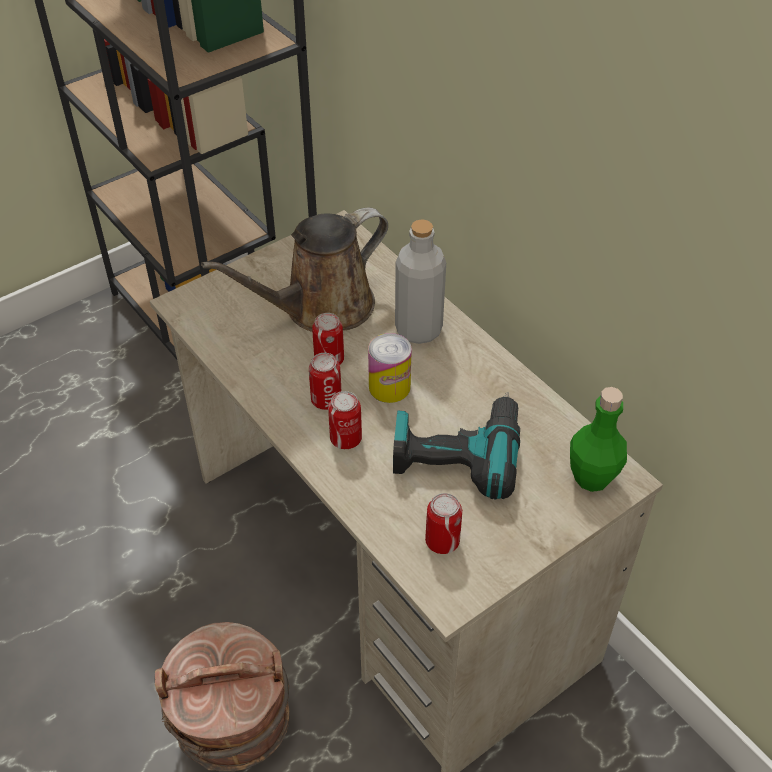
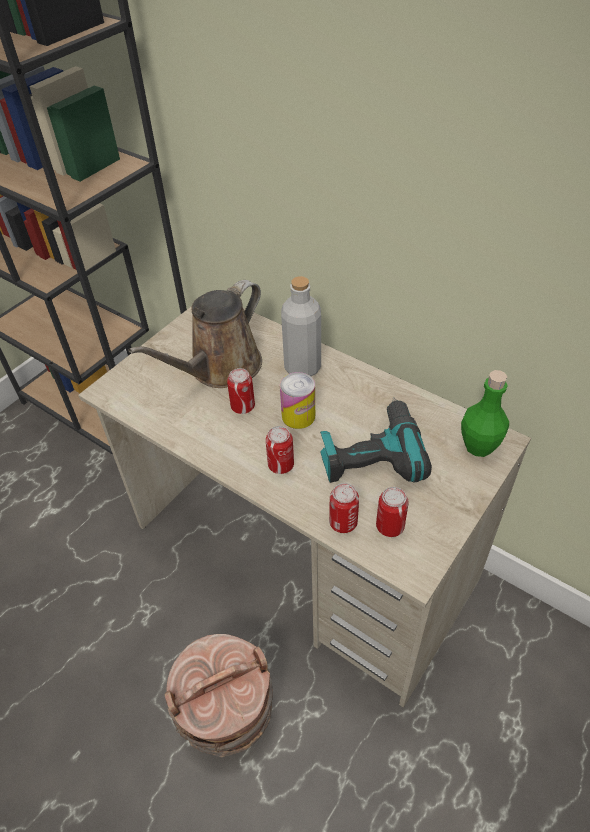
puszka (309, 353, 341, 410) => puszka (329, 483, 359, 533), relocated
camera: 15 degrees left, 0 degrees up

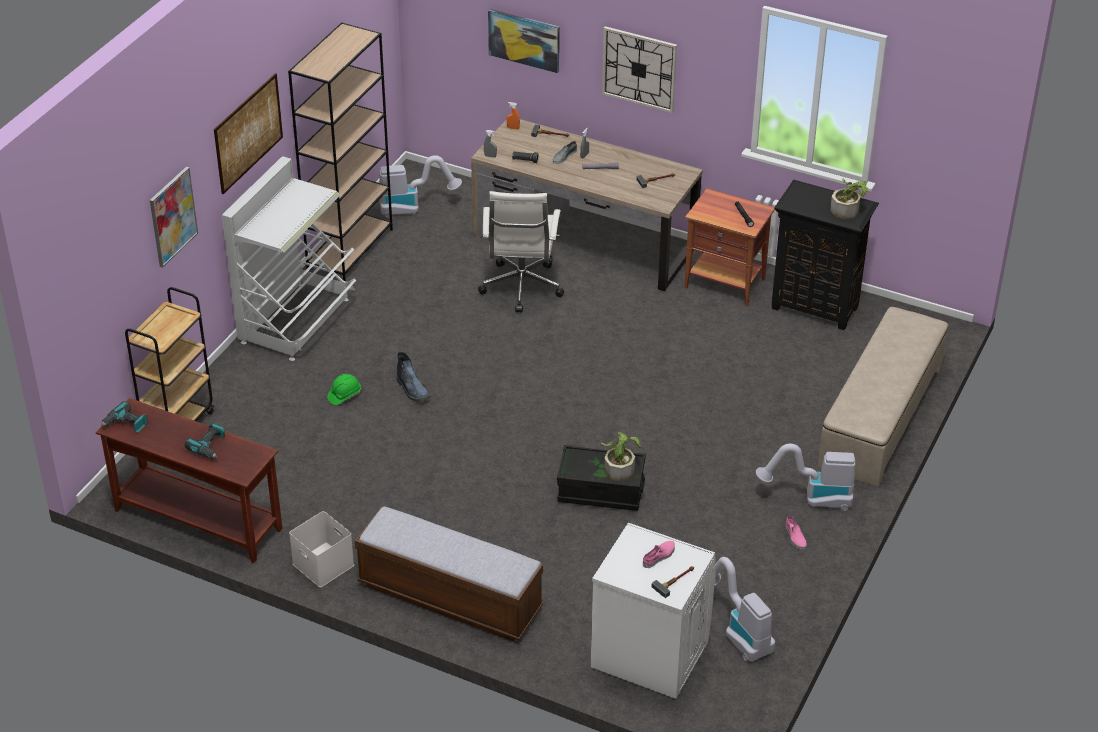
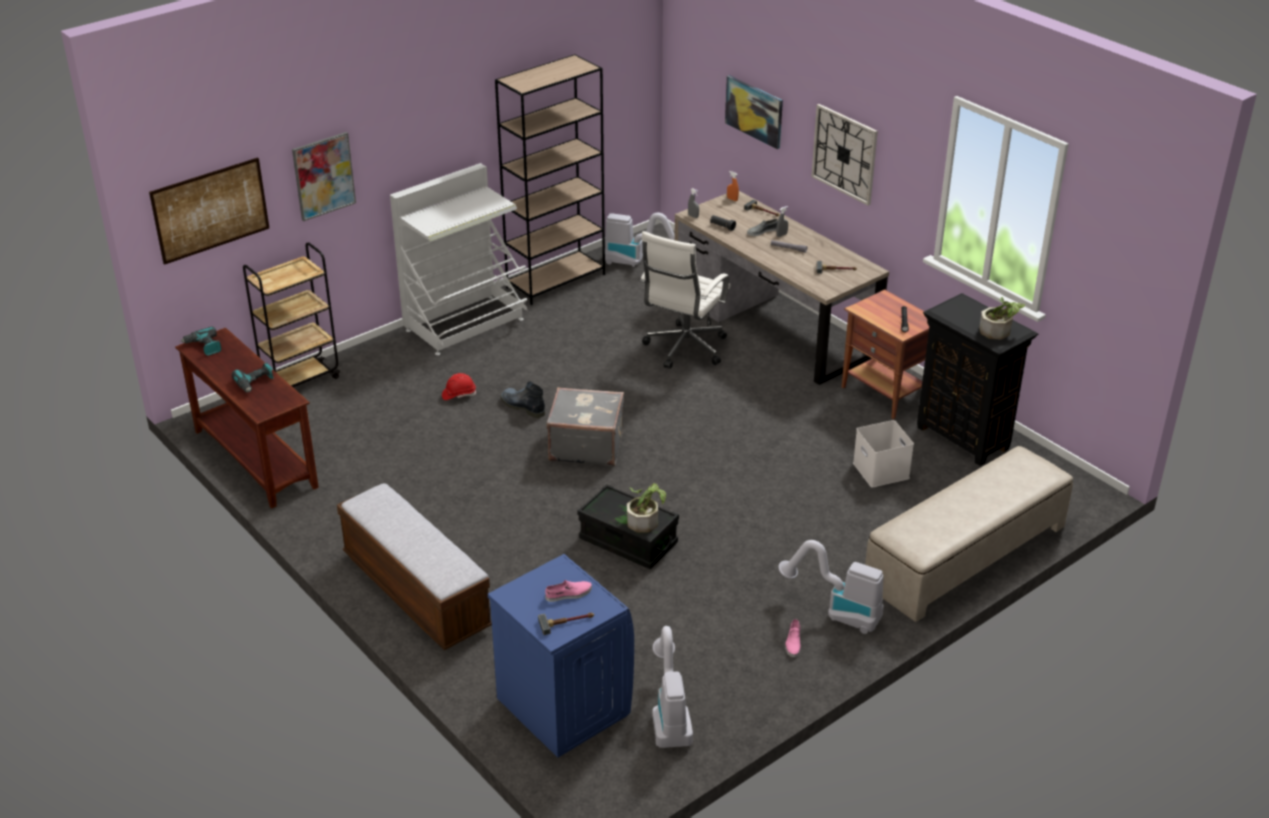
obraz (214, 73, 283, 194) => obraz (149, 157, 269, 265), relocated
pojemnik do przechowywania/biały (289, 511, 354, 587) => pojemnik do przechowywania/biały (853, 420, 914, 487), relocated
kask/zielony (327, 374, 361, 405) => kask/czerwony (442, 373, 476, 400)
but z cholewką (396, 352, 431, 402) => but z cholewką (500, 381, 545, 418), 135 degrees clockwise
pralka/biały (591, 523, 716, 699) => pralka/niebieski (488, 554, 634, 758)
nothing => walizka/szary (547, 387, 624, 466)
camera: 25 degrees right, 5 degrees down

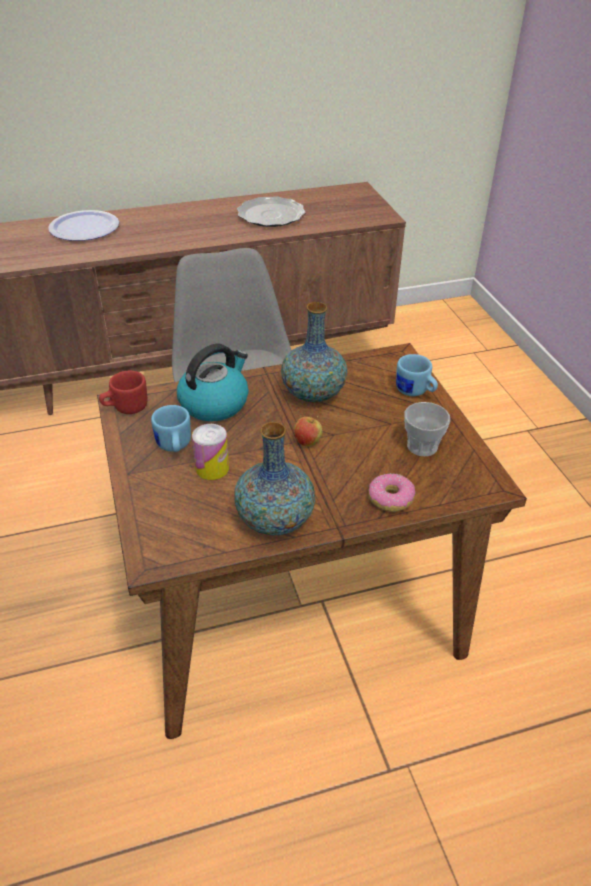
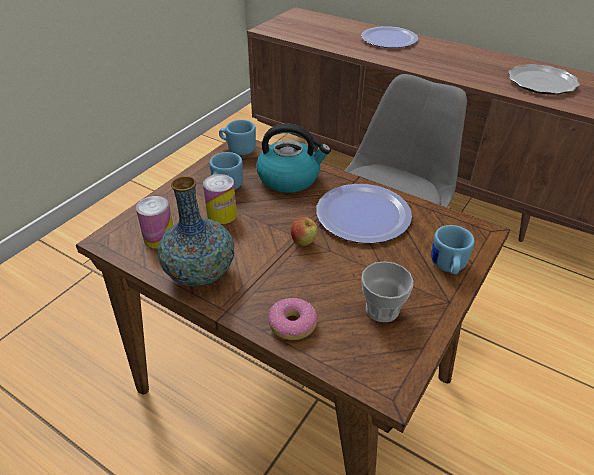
kubek/czerwony (99, 371, 148, 414) => kubek/niebieski (219, 120, 256, 156)
wazon (281, 302, 347, 402) => talerz (316, 184, 412, 243)
nothing => puszka (136, 196, 173, 249)
camera: 50 degrees right, 0 degrees up

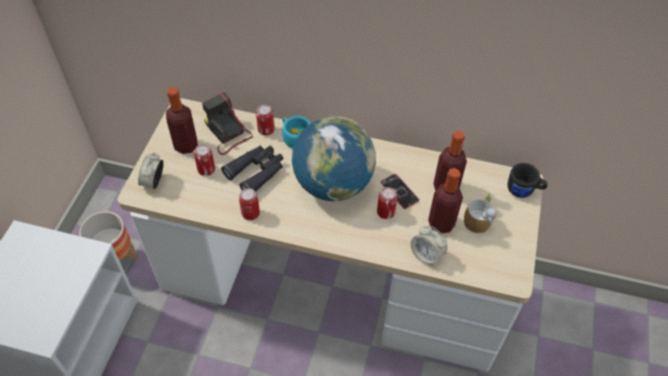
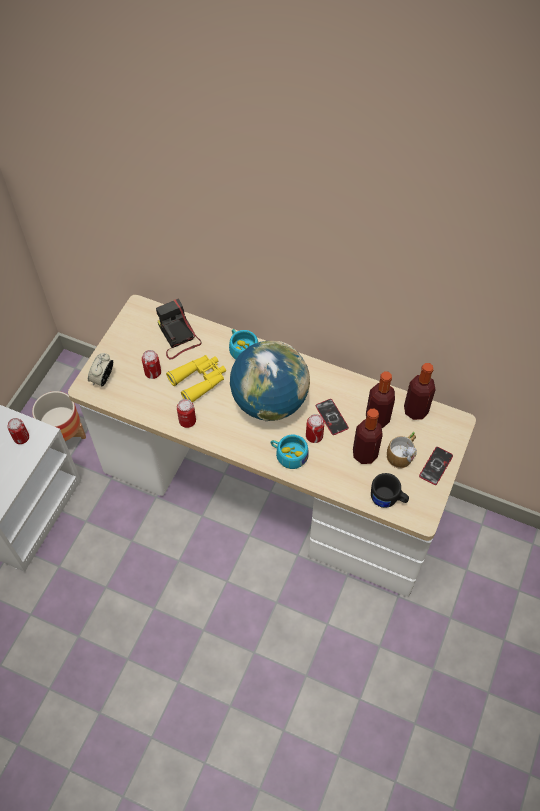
butelka (166, 87, 198, 154) => butelka (404, 363, 435, 420), relocated
lornetka/czarny (221, 145, 284, 192) => lornetka/żółty (166, 355, 226, 403)
puszka (256, 104, 275, 135) => puszka (7, 418, 29, 444), relocated
budzik (411, 226, 447, 266) => nothing
kubek/czarny (508, 163, 548, 198) => kubek/czarny (371, 473, 409, 508), relocated
nothing => filiżanka/turkusowy (271, 434, 309, 469)
nothing => telefon (419, 447, 453, 485)
camera: 10 degrees right, 5 degrees up

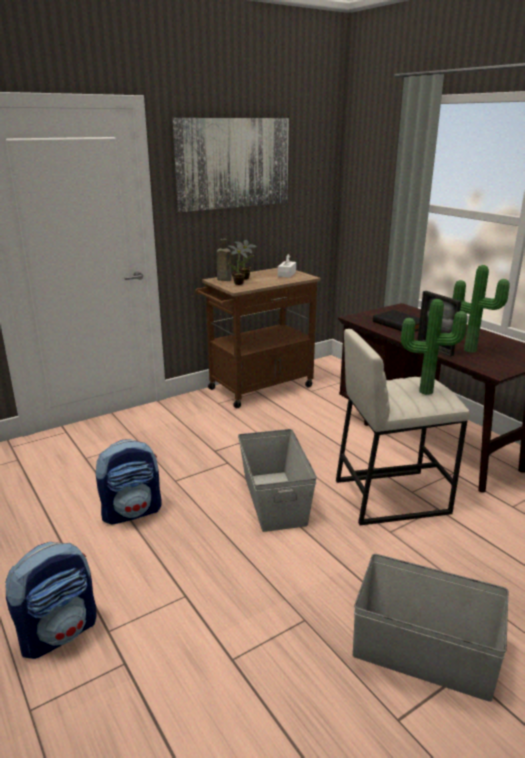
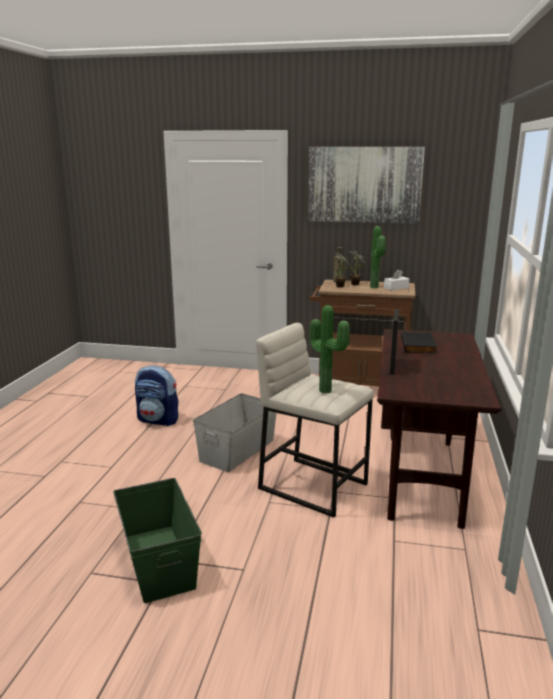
plecak (5, 542, 97, 659) => nothing
pojemnik do przechowywania/szary (353, 554, 509, 702) => pojemnik do przechowywania/zielony (113, 478, 202, 603)
roślina doniczkowa (453, 265, 510, 353) => roślina doniczkowa (370, 226, 386, 288), relocated
camera: 45 degrees right, 5 degrees down

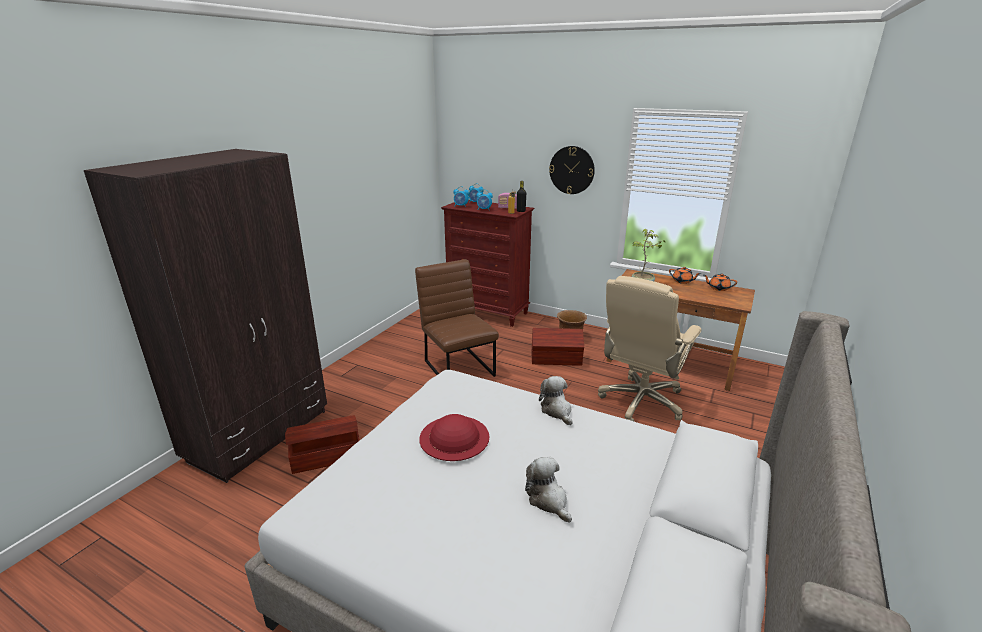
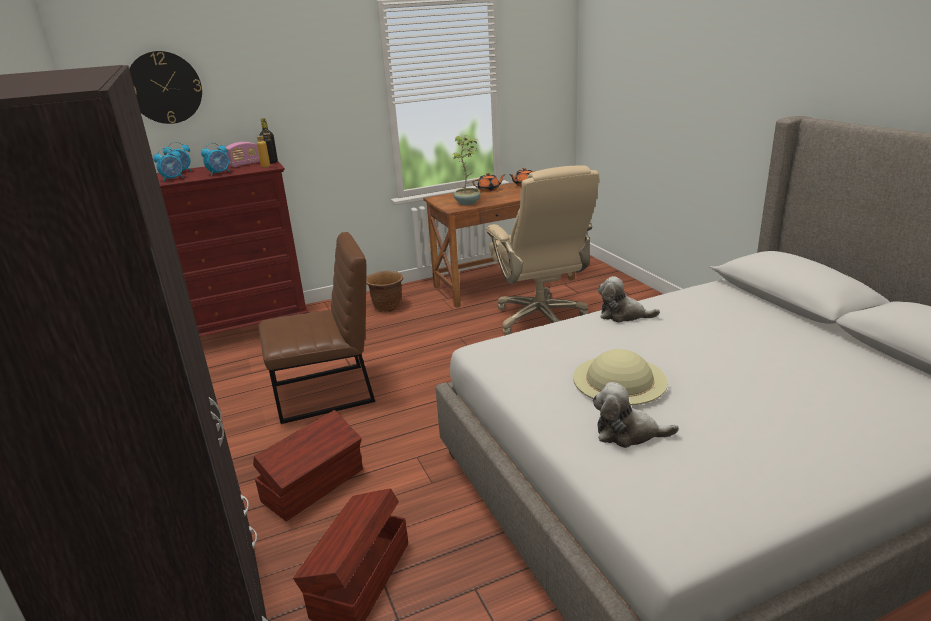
krzesło/brązowy (415, 259, 499, 377) => krzesło/brązowy (259, 232, 375, 424), 150 degrees clockwise
kapelusz/czerwony (419, 414, 489, 461) => kapelusz/beżowy (573, 349, 668, 405)
pluszak (525, 456, 572, 523) => pluszak (593, 382, 679, 448), relocated
pojemnik do przechowywania/brązowy (532, 328, 584, 366) => pojemnik do przechowywania/brązowy (253, 410, 363, 521), relocated
zegar ścienny (549, 146, 595, 194) => zegar ścienny (129, 51, 202, 124), relocated
camera: 50 degrees left, 0 degrees up

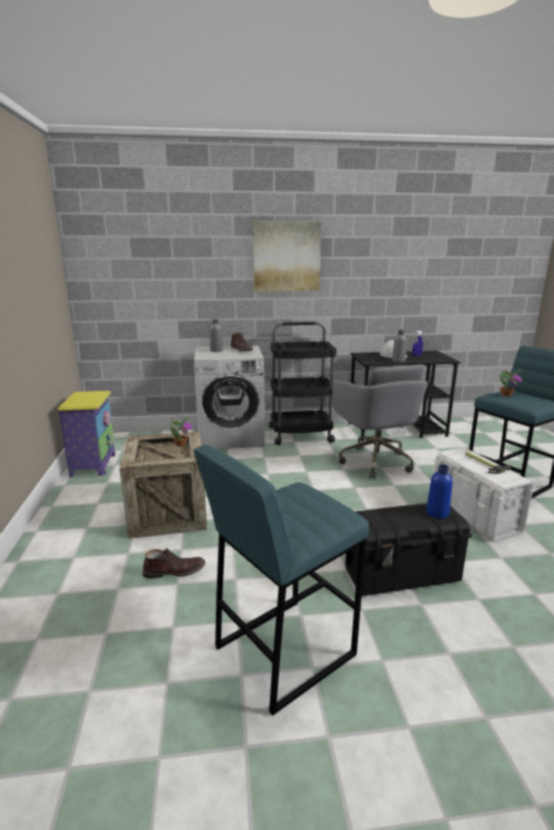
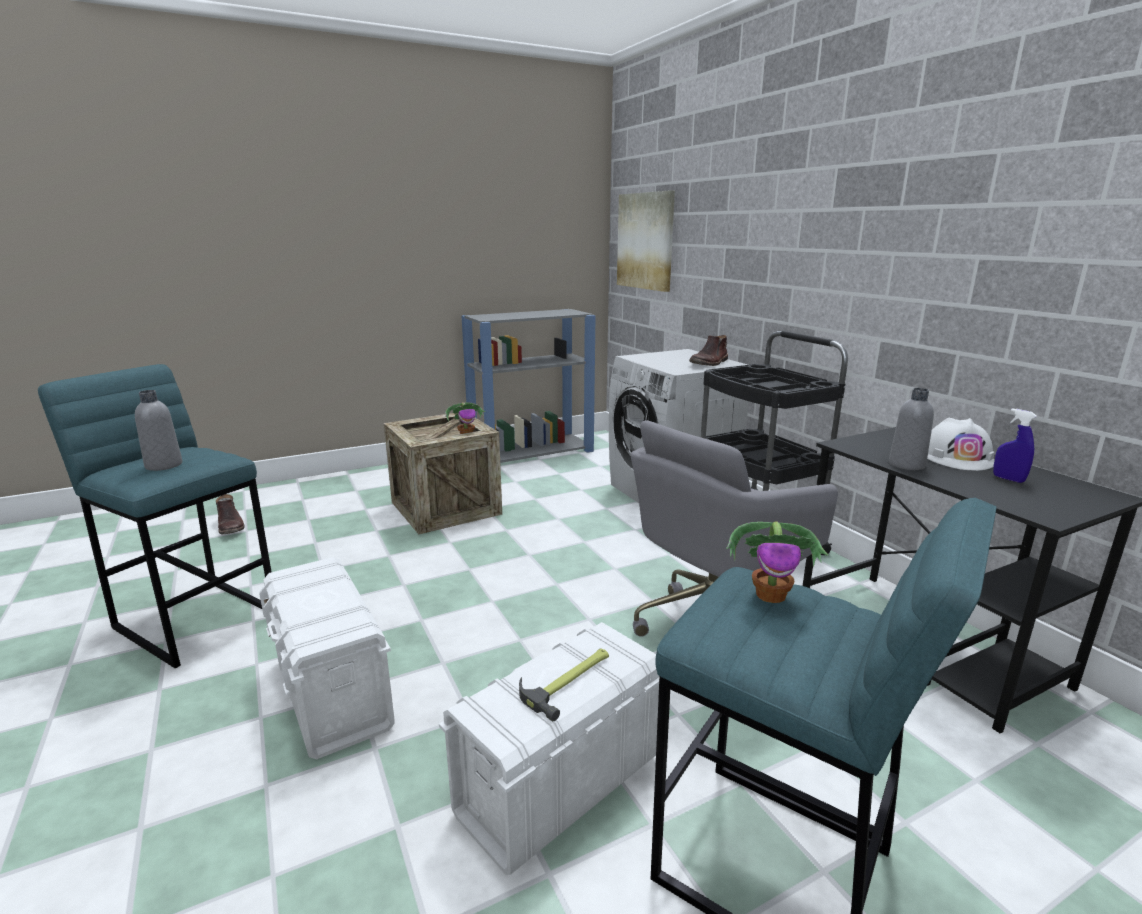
szafka nocna (58, 391, 115, 477) => regał/szary (461, 309, 596, 463)
but z cholewką/brązowy (142, 548, 206, 579) => but z cholewką/brązowy (216, 494, 245, 534), relocated
butelka/szary (210, 319, 223, 352) => butelka/szary (135, 390, 182, 471), relocated
obraz (253, 221, 321, 292) => obraz (617, 190, 675, 292), relocated
pojemnik do przechowywania/czarny (345, 503, 472, 596) => pojemnik do przechowywania/biały (259, 557, 395, 759)
butelka/niebieski (426, 464, 452, 518) => nothing
camera: 70 degrees right, 0 degrees up

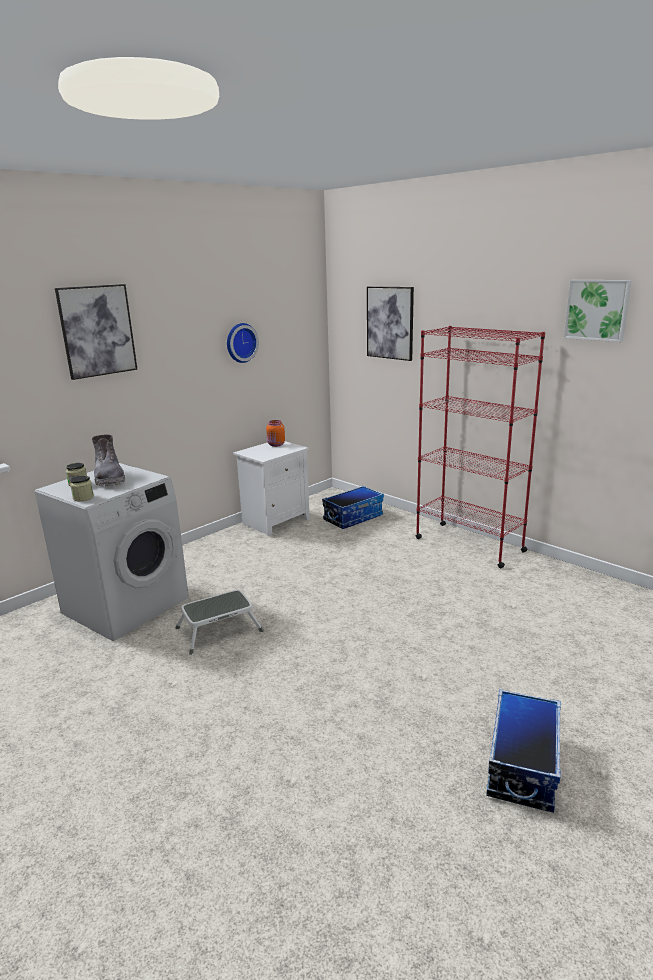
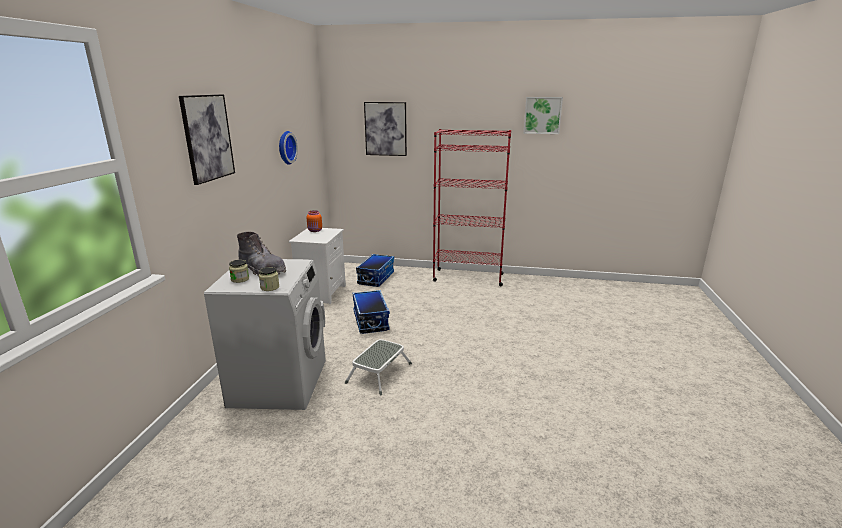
pojemnik do przechowywania (486, 689, 561, 813) => pojemnik do przechowywania (353, 290, 390, 334), relocated
camera: 35 degrees left, 0 degrees up

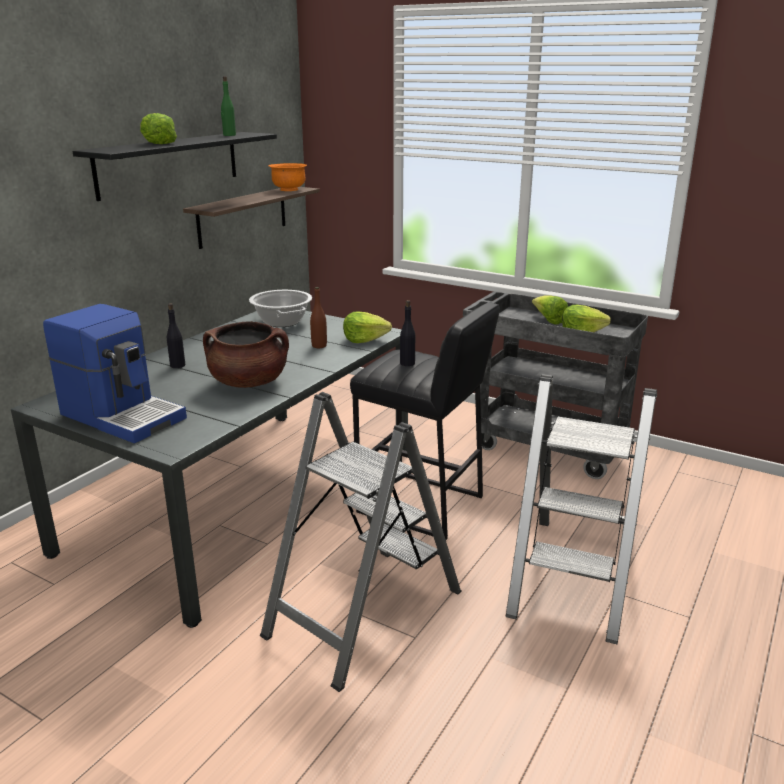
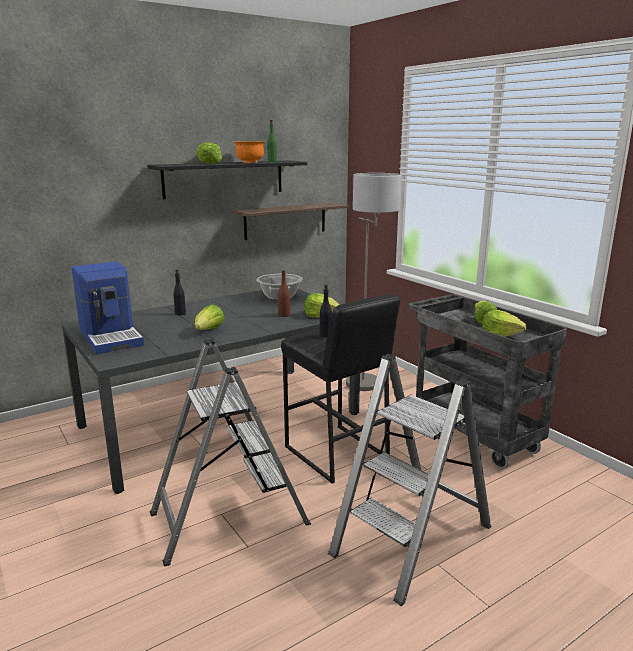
garnek/brązowy (203, 321, 289, 388) => sałata (195, 305, 224, 330)
miska/pomarańczowy (269, 163, 307, 191) => miska/pomarańczowy (234, 141, 265, 163), relocated
nothing => lampa stojąca/szary (346, 173, 402, 391)
camera: 25 degrees right, 5 degrees down

